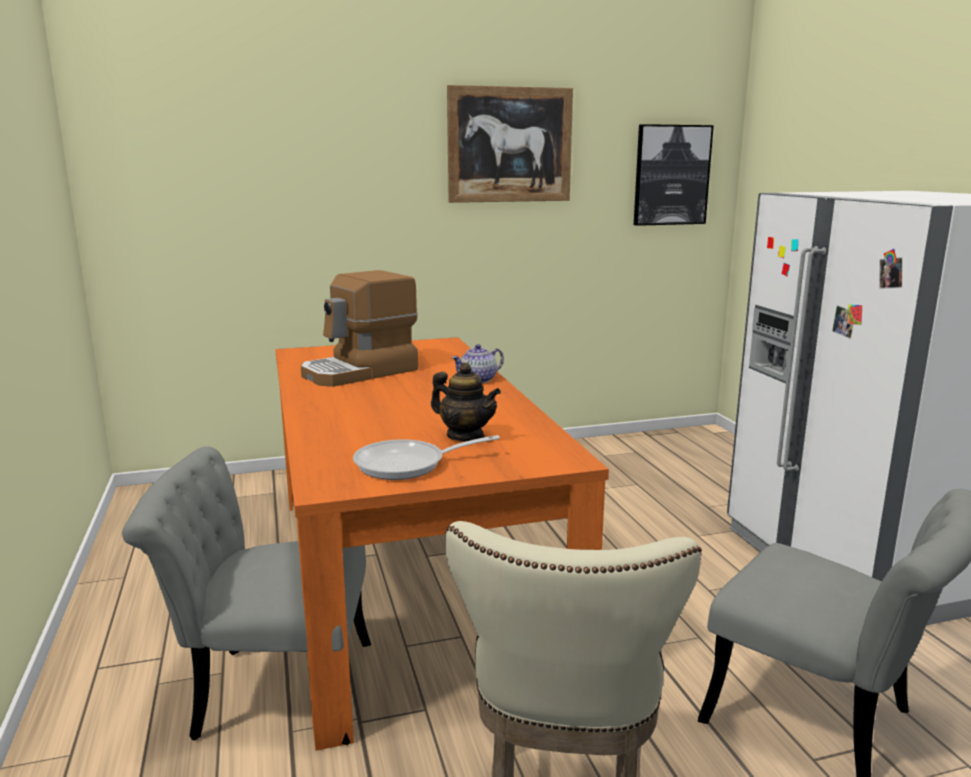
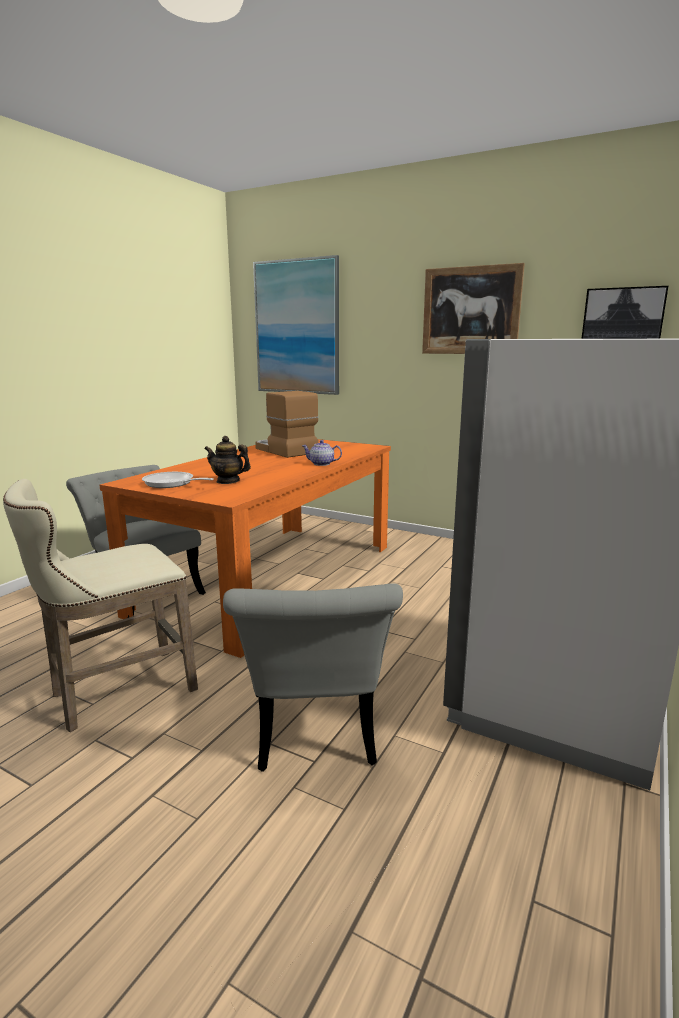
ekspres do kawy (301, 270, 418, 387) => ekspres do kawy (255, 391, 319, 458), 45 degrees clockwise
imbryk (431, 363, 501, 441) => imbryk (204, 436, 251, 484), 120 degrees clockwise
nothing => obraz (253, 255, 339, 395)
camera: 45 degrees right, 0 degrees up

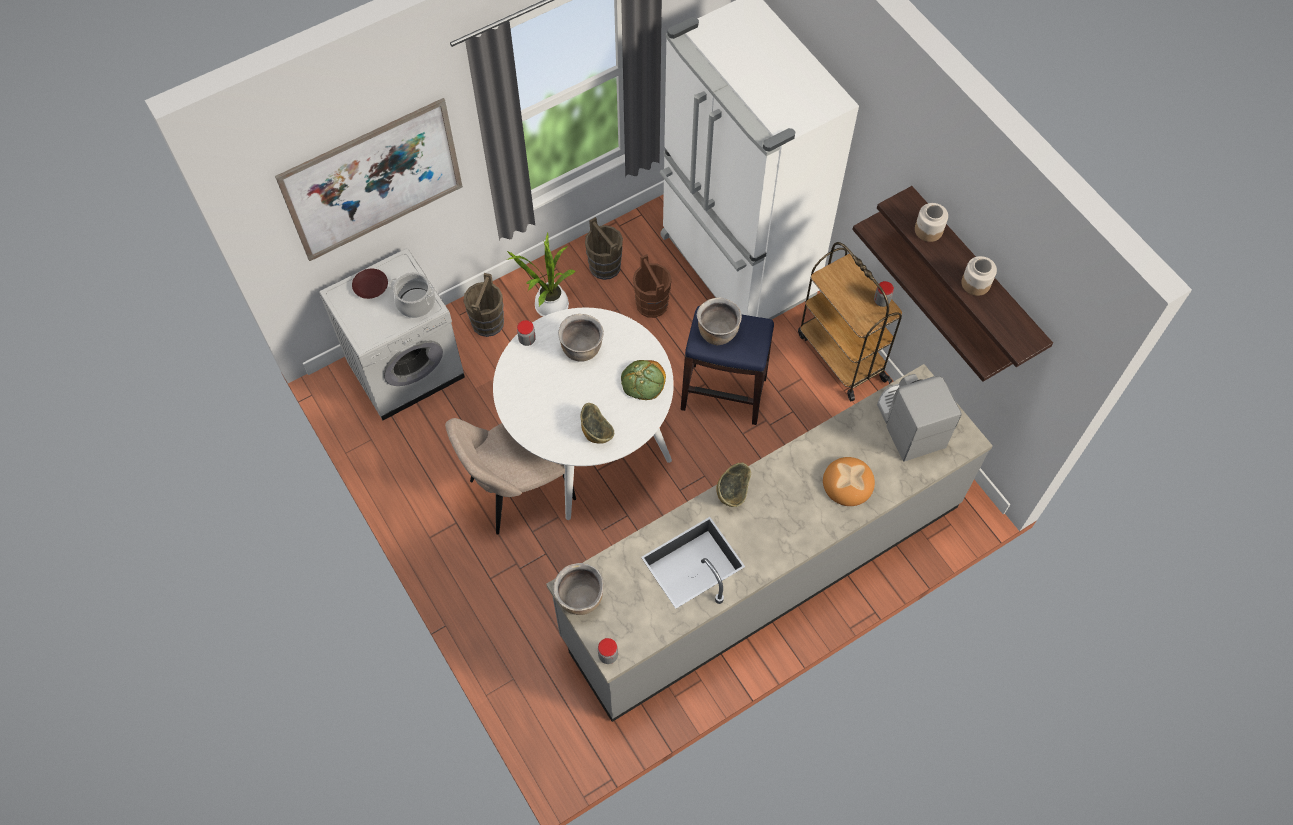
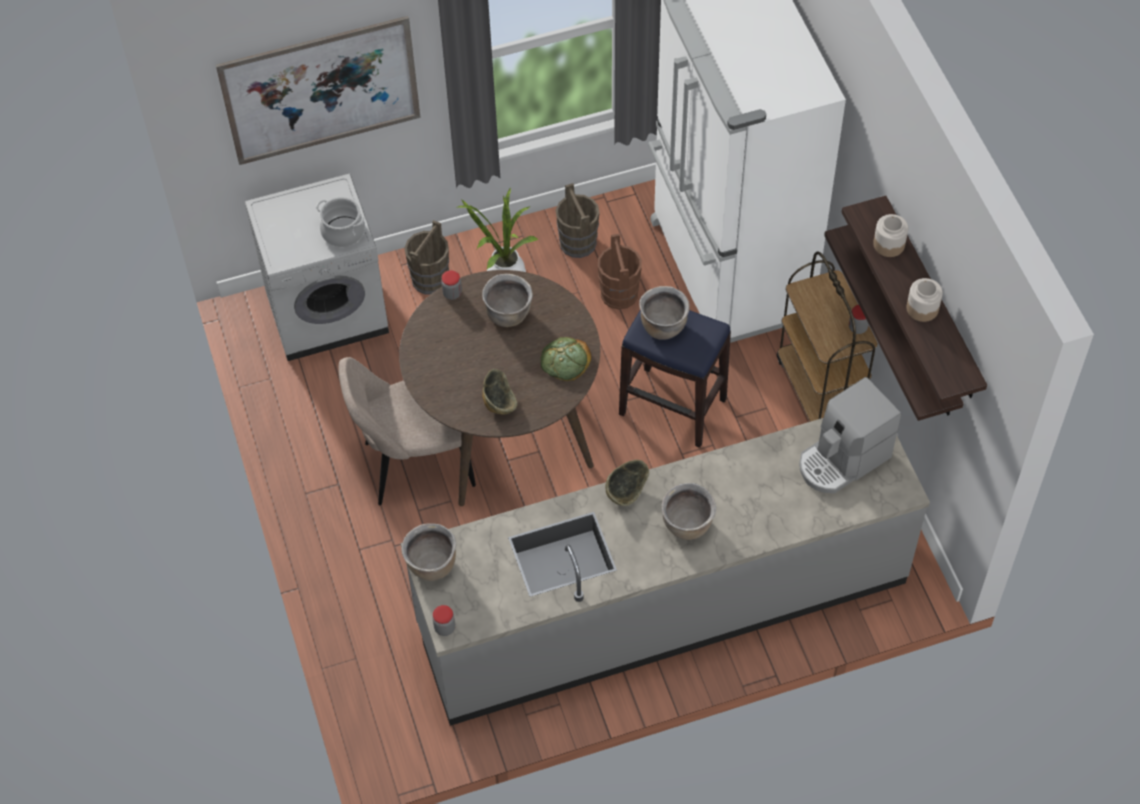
talerz/brązowy (352, 269, 388, 299) => nothing
stół jadalny/biały (493, 308, 674, 520) => stół jadalny/brązowy (399, 270, 600, 506)
chleb (823, 457, 875, 506) => nothing
ekspres do kawy (877, 374, 962, 462) => ekspres do kawy (799, 377, 901, 493), 120 degrees counterclockwise
nothing => garnek/brązowy (661, 483, 716, 540)
camera: 15 degrees right, 5 degrees down

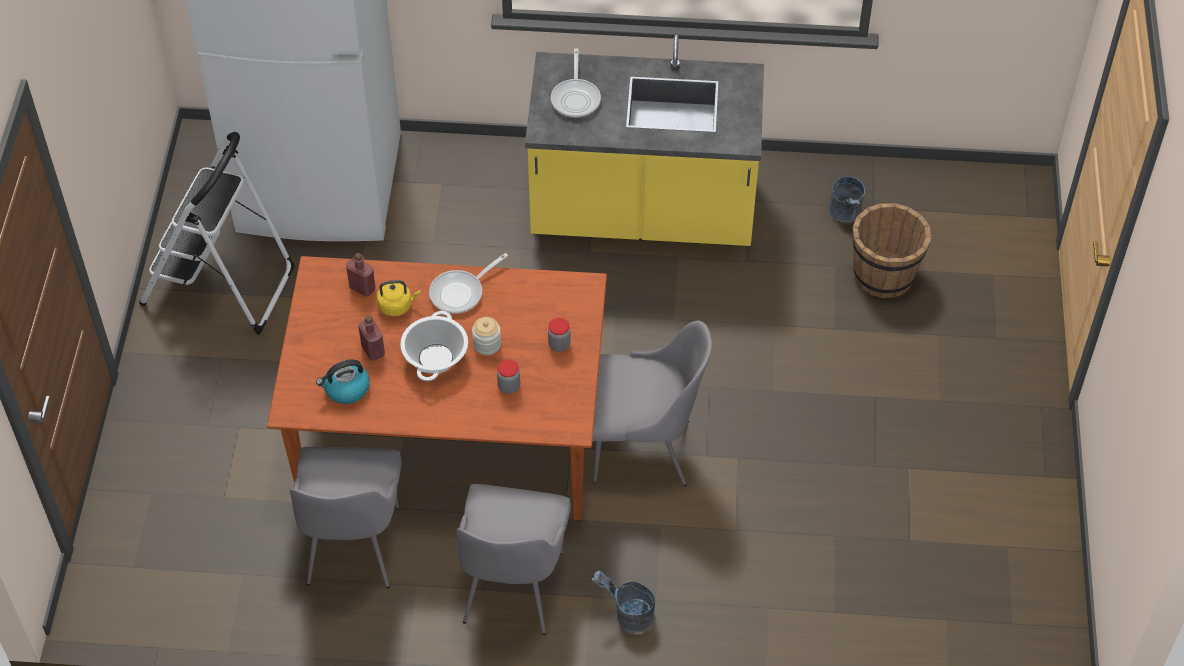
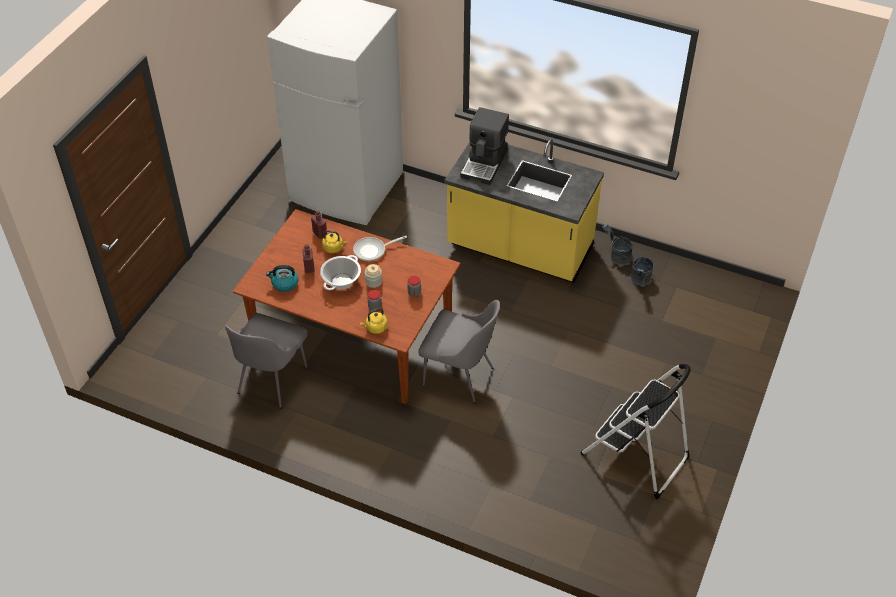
drabinka (139, 132, 295, 335) => drabinka (581, 364, 691, 499), relocated
krzesło/szary (457, 484, 571, 635) => nothing
patelnia (551, 48, 601, 118) => ekspres do kawy (460, 107, 509, 185)
wiadro/szary (592, 571, 655, 633) => wiadro/szary (602, 224, 633, 265), relocated
wiadro/brązowy (852, 203, 931, 298) => nothing
nothing => czajnik/żółty (360, 308, 388, 334)
camera: 20 degrees right, 5 degrees down

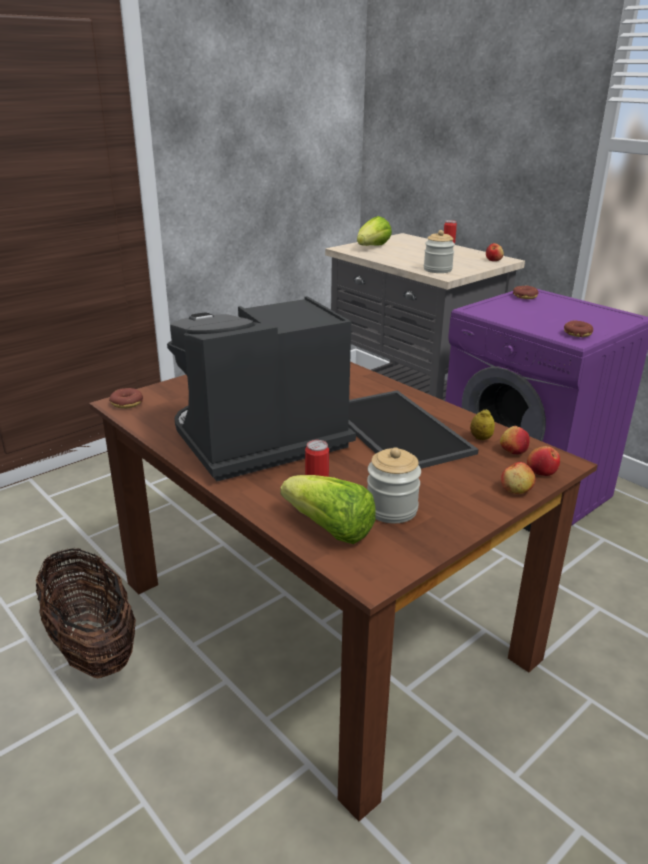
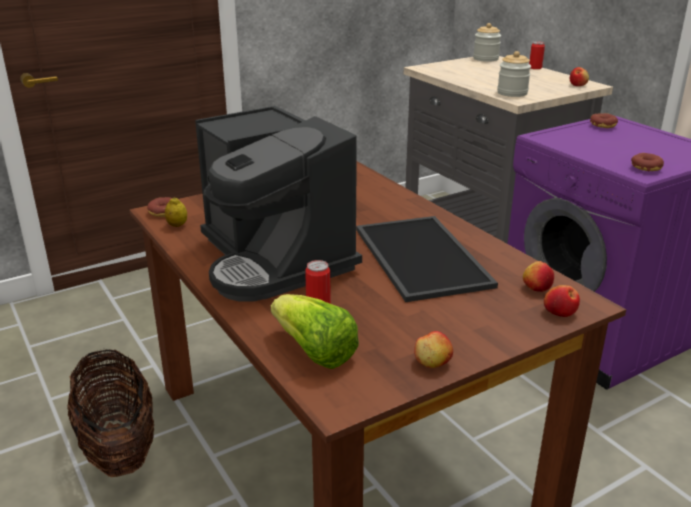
ekspres do kawy (167, 296, 356, 481) => ekspres do kawy (195, 106, 362, 302), 105 degrees counterclockwise
sałata (357, 216, 392, 246) => nothing
słoik (367, 447, 421, 523) => słoik (473, 23, 501, 62), relocated
cytryna (470, 409, 495, 440) => cytryna (165, 197, 187, 227), relocated
jabłko (501, 462, 535, 494) => jabłko (414, 331, 453, 368), relocated
camera: 10 degrees right, 0 degrees up

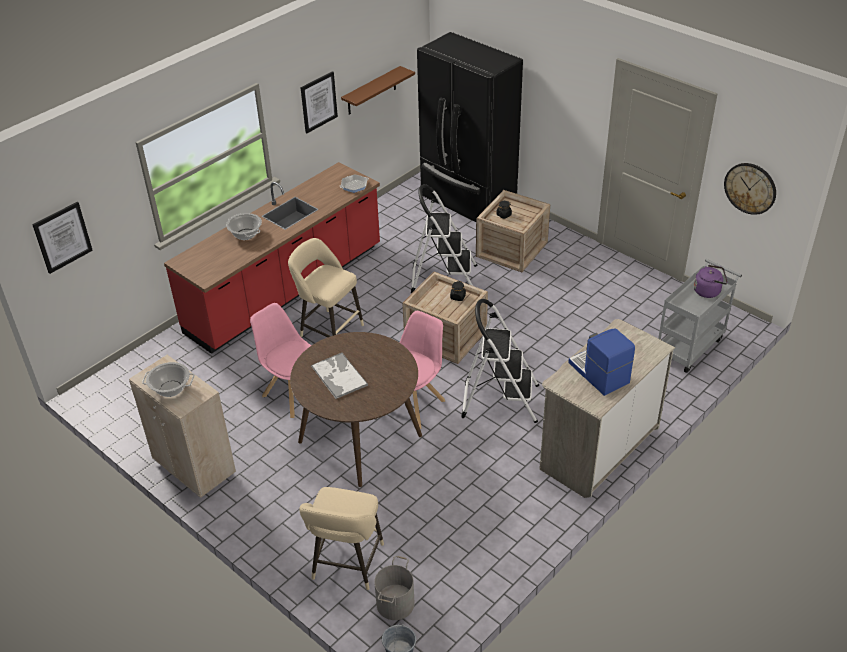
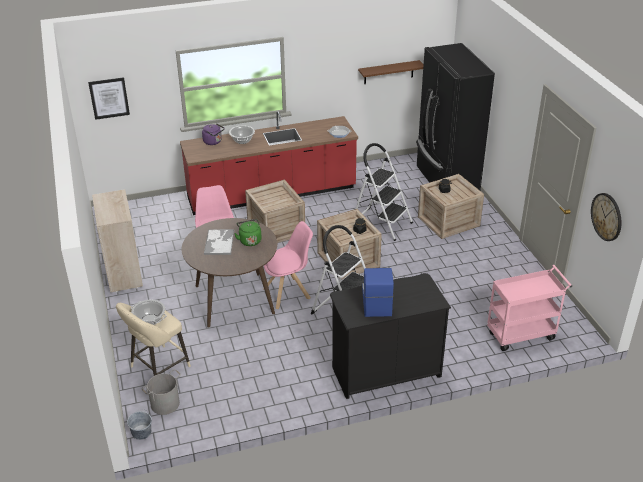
garnek (142, 362, 194, 397) => garnek (131, 300, 167, 325), relocated
stołek/beżowy (288, 238, 364, 337) => skrzynka (245, 180, 305, 243)
obraz (301, 71, 338, 133) => nothing
komoda/beżowy (540, 319, 675, 498) => komoda/czarny (330, 273, 451, 399)
wózek/szary (658, 259, 742, 373) => wózek/różowy (487, 265, 572, 351)
czajnik/fioletowy (694, 265, 728, 298) => czajnik/fioletowy (202, 123, 225, 145), relocated
nothing => czajnik/zielony (234, 219, 262, 246)
camera: 30 degrees right, 5 degrees down

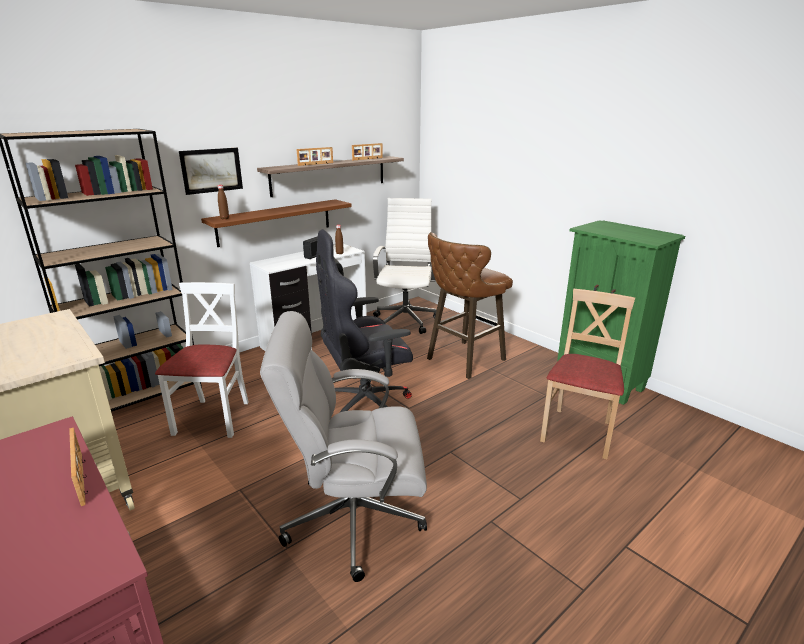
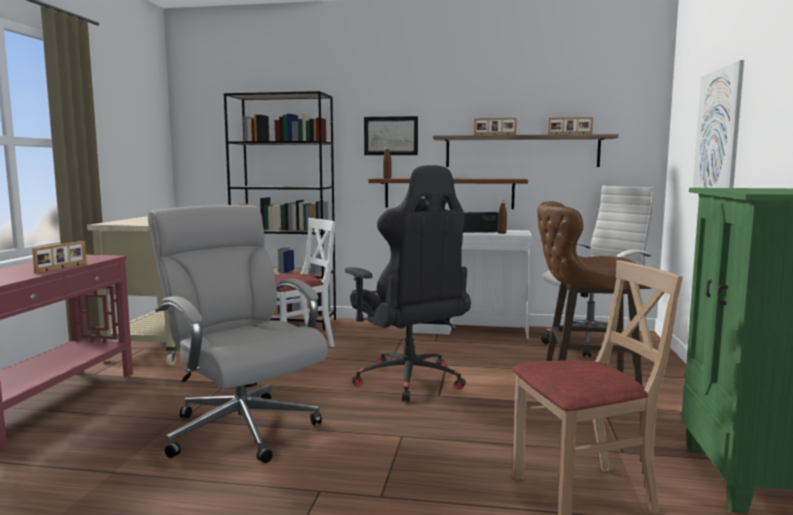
krzesło biurowe/czarny (316, 229, 413, 413) => krzesło biurowe/czarny (345, 165, 471, 401), 150 degrees counterclockwise
nothing => obraz (693, 60, 744, 188)
camera: 50 degrees right, 15 degrees down

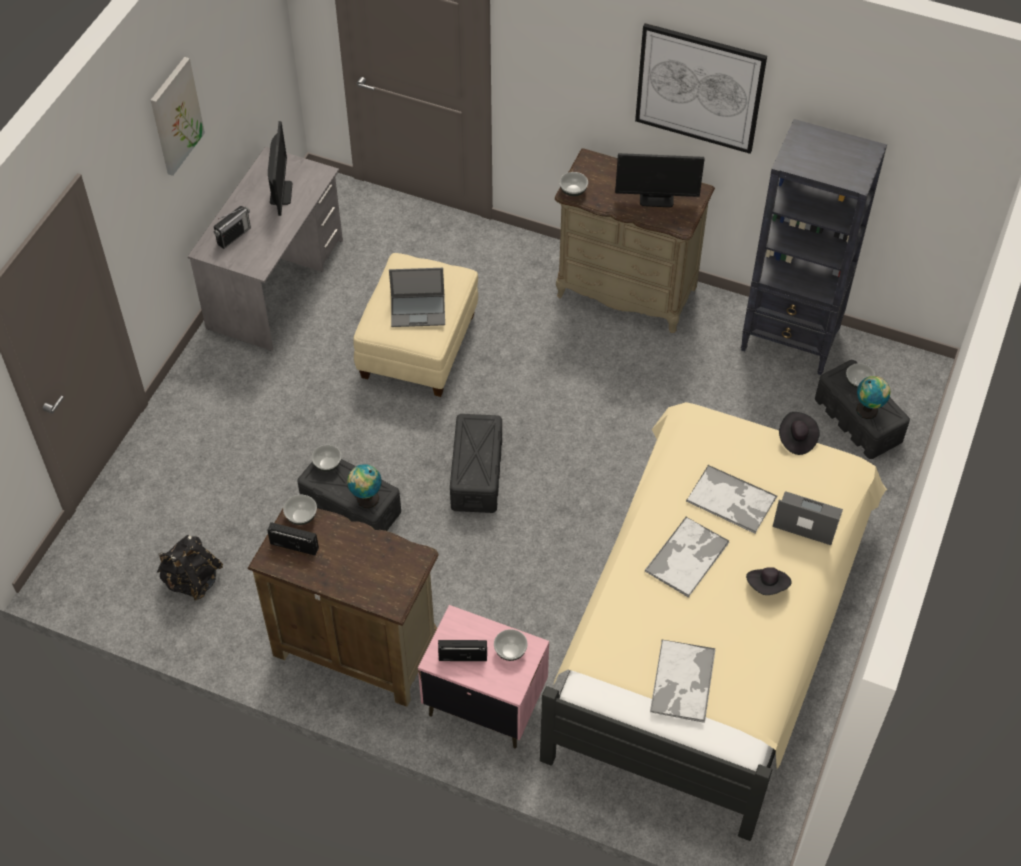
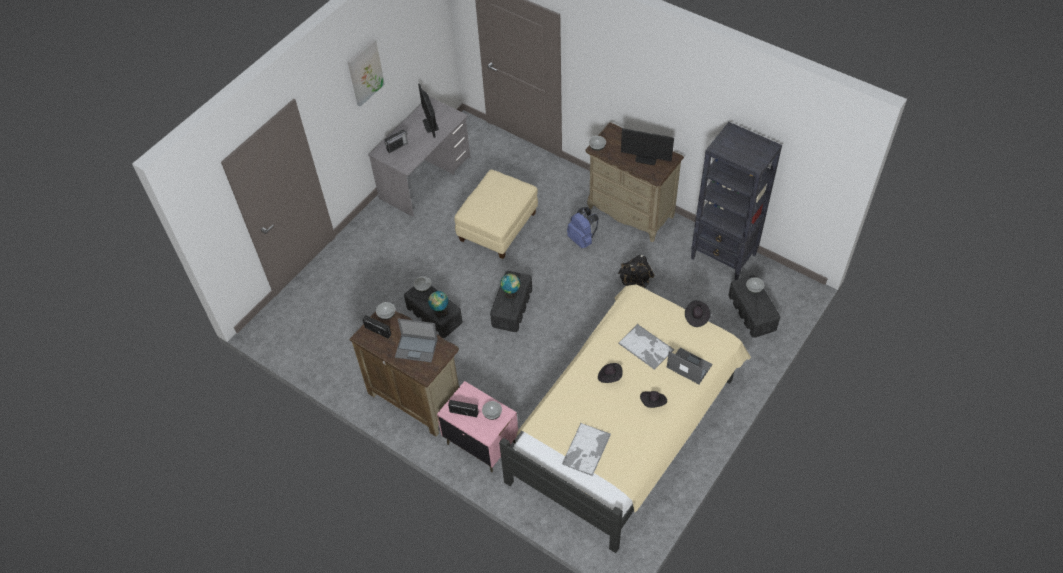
plecak/czarny (157, 535, 223, 601) => plecak/czarny (618, 255, 655, 288), relocated
monitor (268, 121, 292, 216) => monitor (418, 84, 439, 138), 150 degrees clockwise
laptop (389, 268, 445, 327) => laptop (395, 318, 438, 363), relocated
obraz (635, 23, 767, 154) => nothing
taca (644, 516, 730, 598) => kapelusz/czarny (598, 363, 623, 383)
globus (856, 376, 891, 419) => globus (500, 274, 520, 300), relocated
nothing => plecak/niebieski (567, 207, 599, 248)
camera: 15 degrees right, 0 degrees up

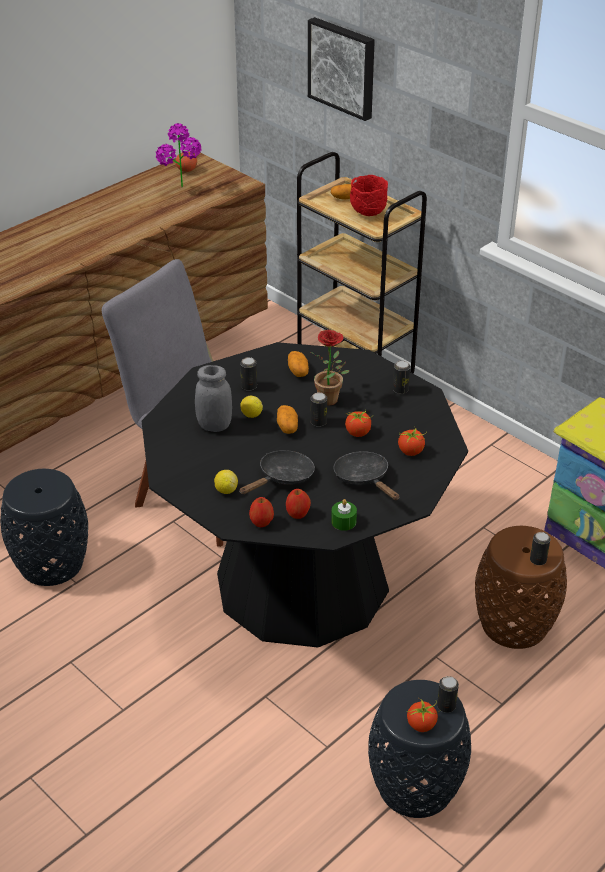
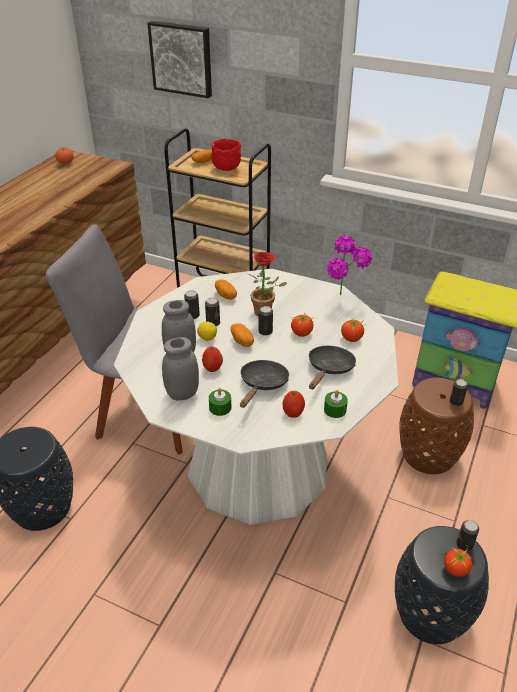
stół jadalny/czarny (142, 342, 468, 647) => stół jadalny/biały (114, 269, 398, 525)
roślina doniczkowa (156, 123, 202, 187) => roślina doniczkowa (327, 235, 372, 295), relocated
cytryna (214, 470, 238, 494) => świeca/zielony (209, 388, 232, 416)
jabłko (249, 497, 274, 527) => jabłko (202, 346, 223, 372), relocated
patelnia/czarny (333, 451, 400, 500) => patelnia/czarny (309, 346, 356, 389), 75 degrees clockwise
puszka (393, 361, 410, 394) => puszka (205, 298, 220, 326), relocated
nothing => słoik/szary (162, 337, 199, 401)
camera: 20 degrees left, 0 degrees up

